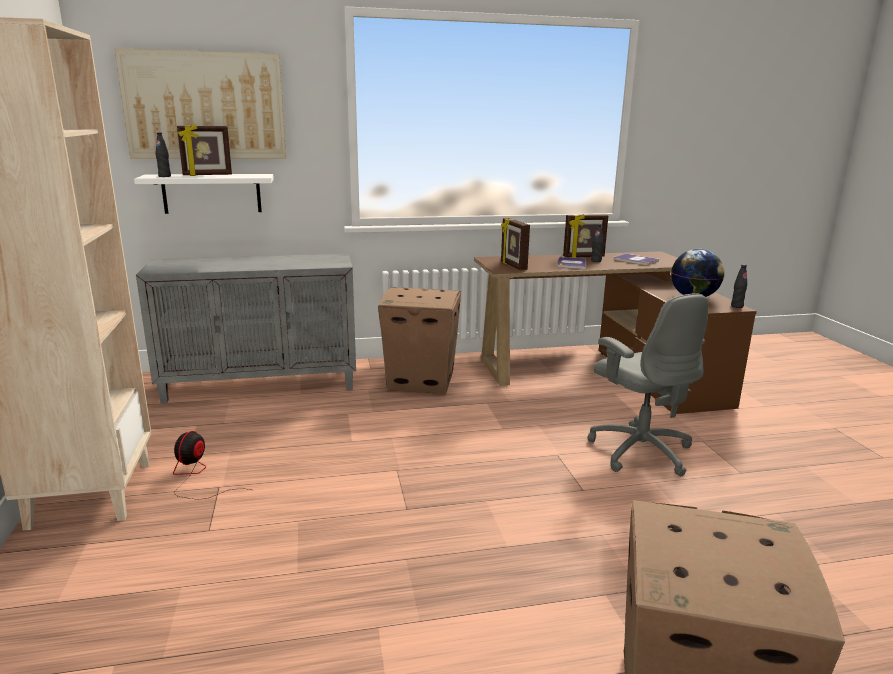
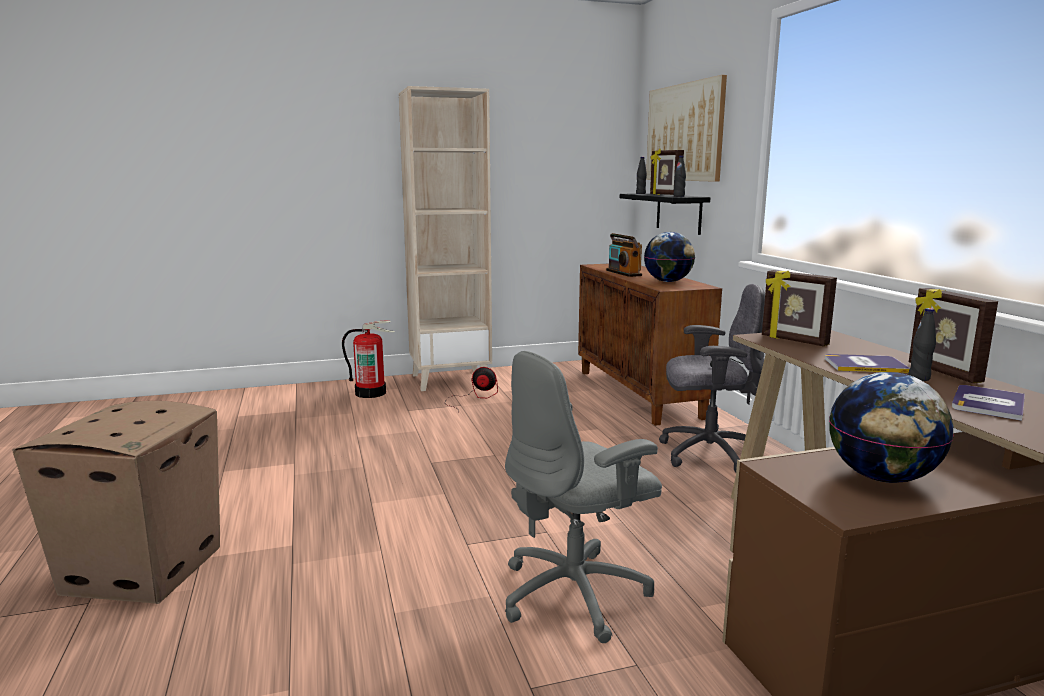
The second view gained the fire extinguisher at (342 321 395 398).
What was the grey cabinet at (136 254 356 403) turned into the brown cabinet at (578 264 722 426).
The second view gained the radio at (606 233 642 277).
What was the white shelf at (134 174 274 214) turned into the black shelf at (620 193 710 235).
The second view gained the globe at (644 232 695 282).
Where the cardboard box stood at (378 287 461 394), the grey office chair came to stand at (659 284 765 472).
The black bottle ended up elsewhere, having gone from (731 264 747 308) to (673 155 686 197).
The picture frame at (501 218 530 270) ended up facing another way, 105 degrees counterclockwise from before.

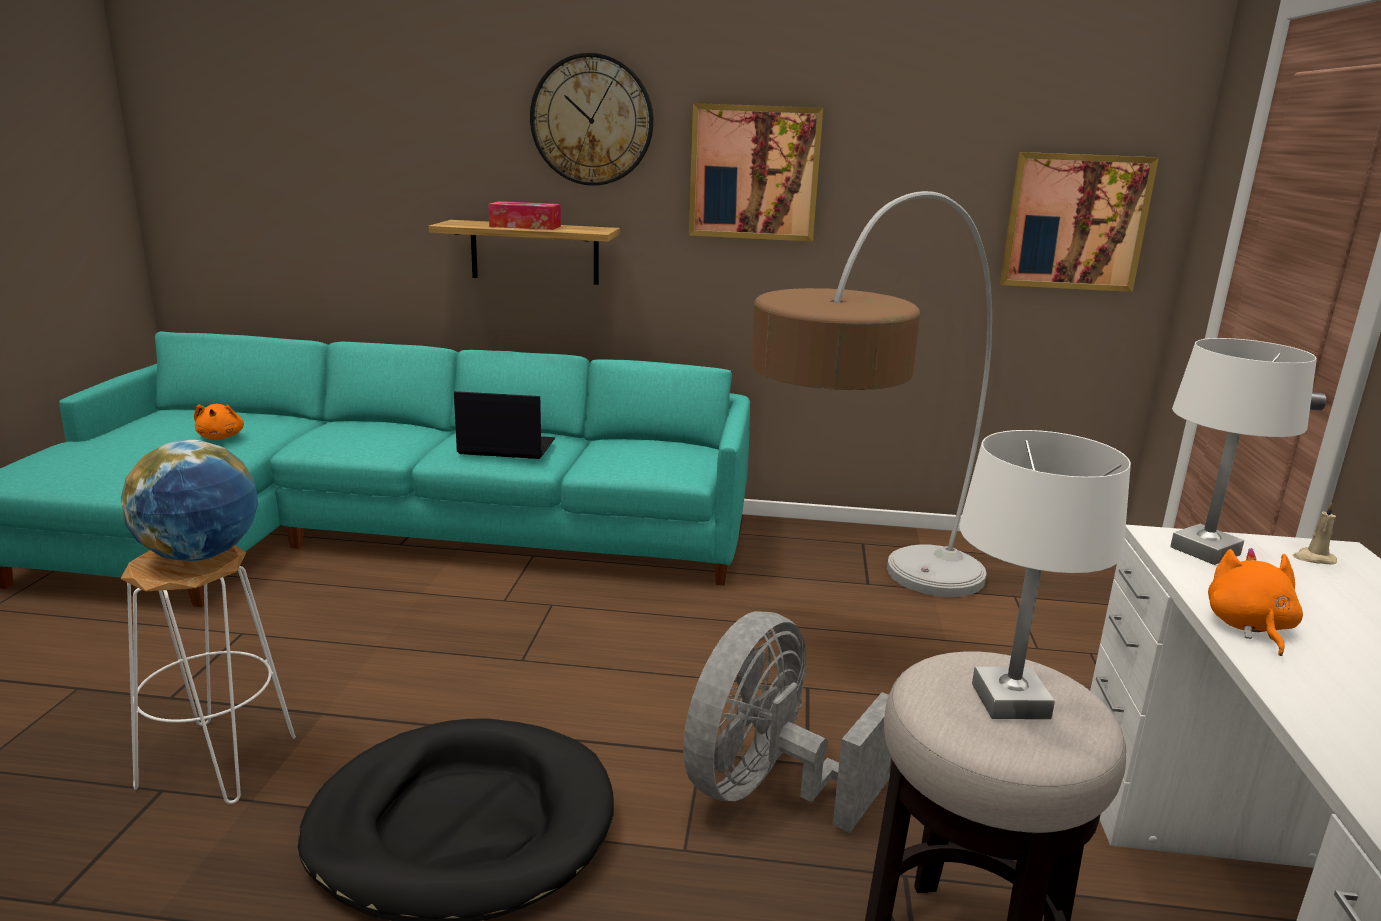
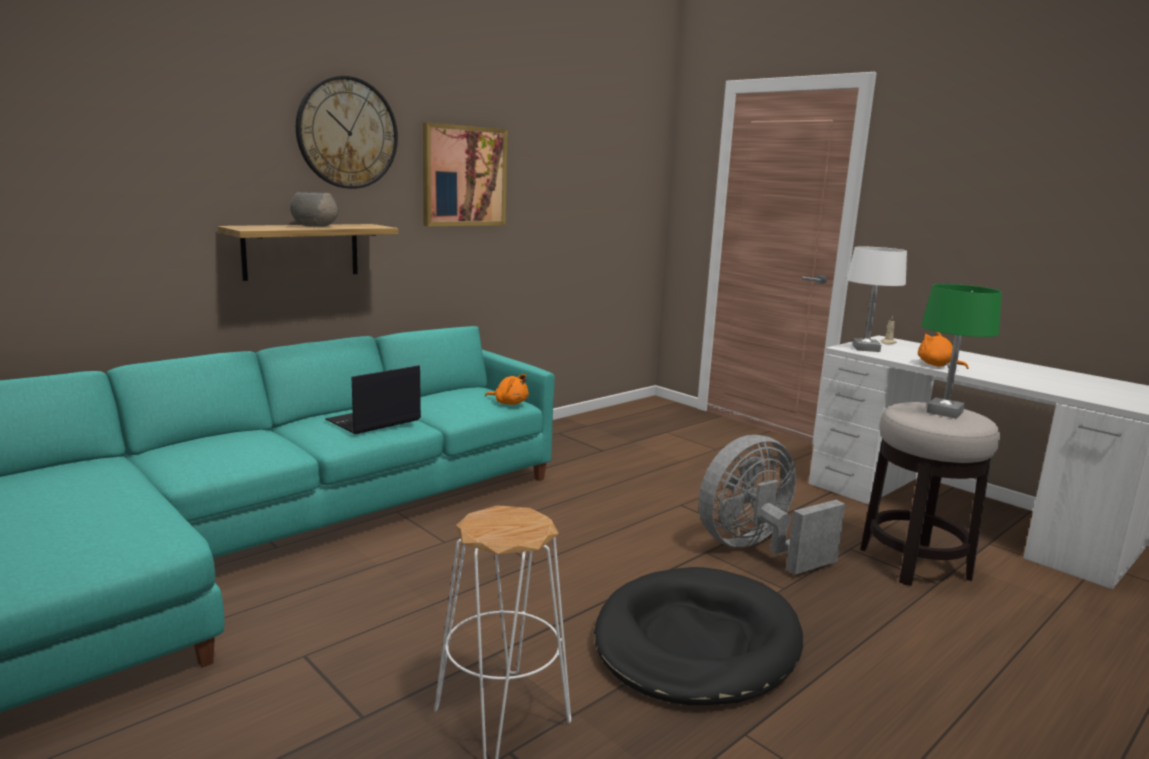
Where the tissue box stood at (488 201 561 230), the grey bowl came to stand at (290 192 338 227).
The orange plush toy ended up elsewhere, having gone from (194 404 244 439) to (485 374 529 405).
The grey fan at (683 611 891 833) ended up facing another way, 75 degrees clockwise from before.
What was the white table lamp at (960 430 1131 719) turned into the green table lamp at (921 284 1002 419).
The second view lost the globe at (121 440 258 561).
The second view lost the floor lamp at (751 191 992 597).
The second view lost the picture at (1000 152 1159 292).

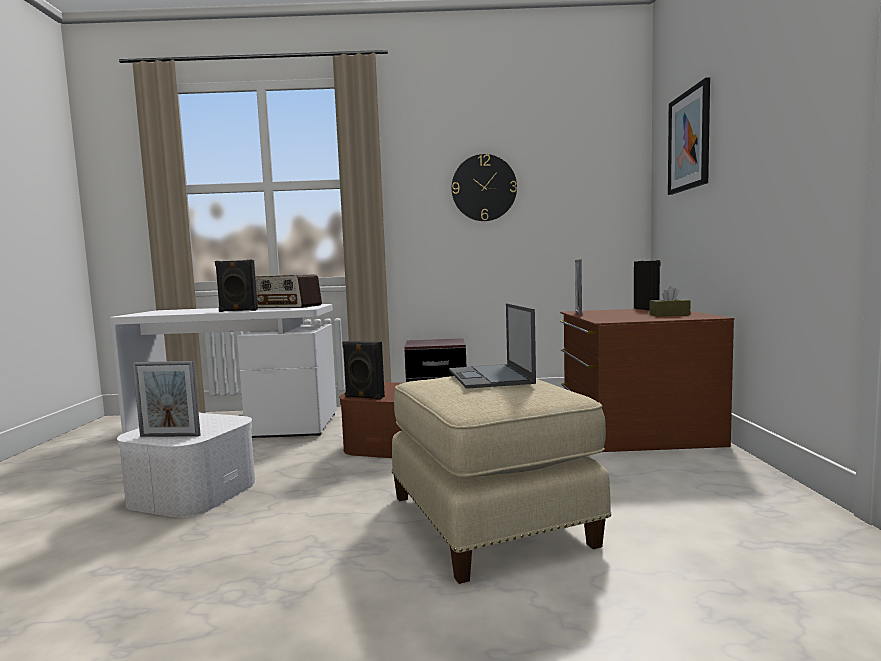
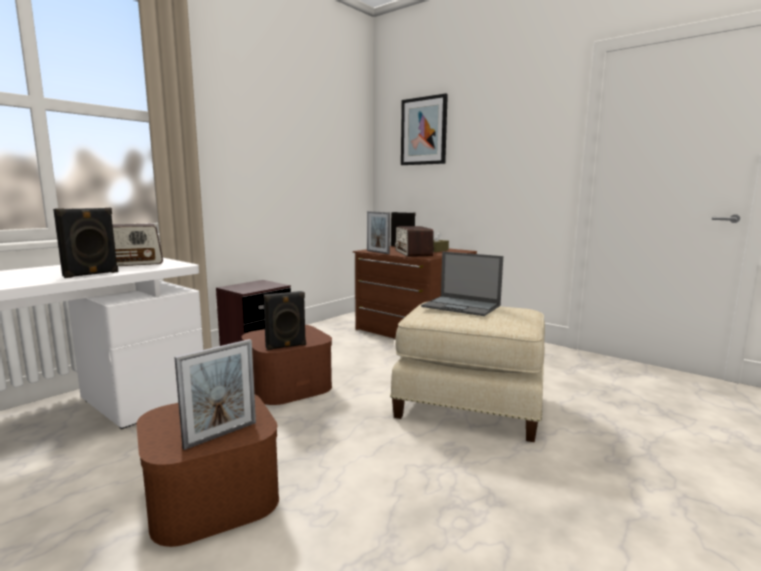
What was the white storage box at (117 413 256 518) turned into the brown storage box at (136 395 279 547).
The second view gained the radio at (395 226 434 257).
The second view lost the wall clock at (452 154 517 221).

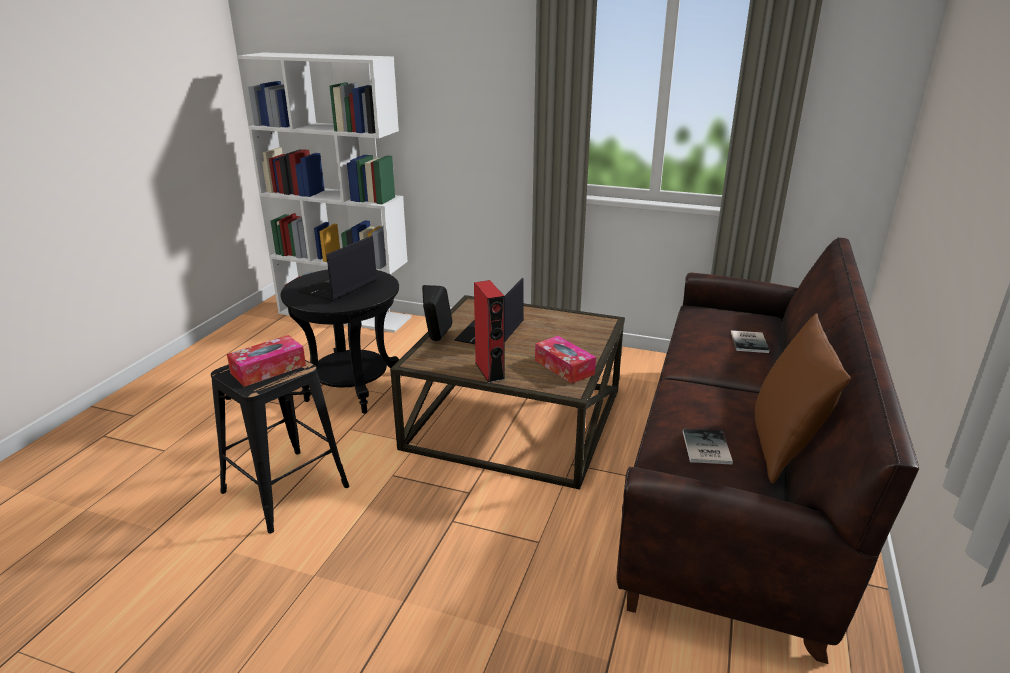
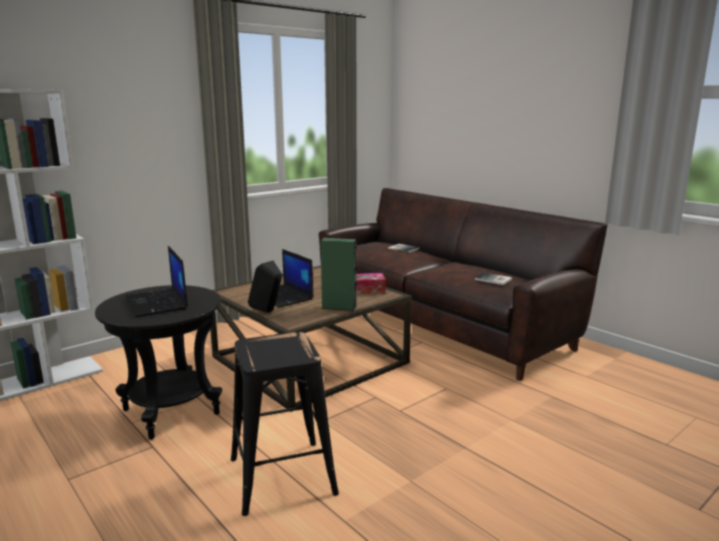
What was the red speaker at (474 280 505 383) turned into the green speaker at (321 238 357 311).
The second view lost the tissue box at (227 335 306 387).
The second view lost the brown pillow at (755 313 851 484).

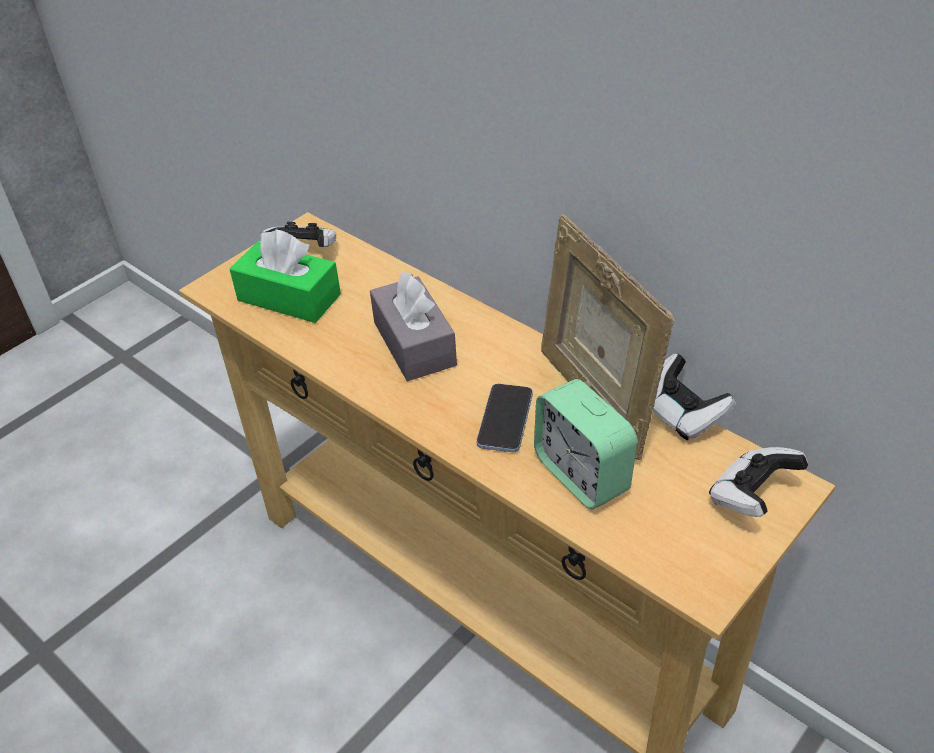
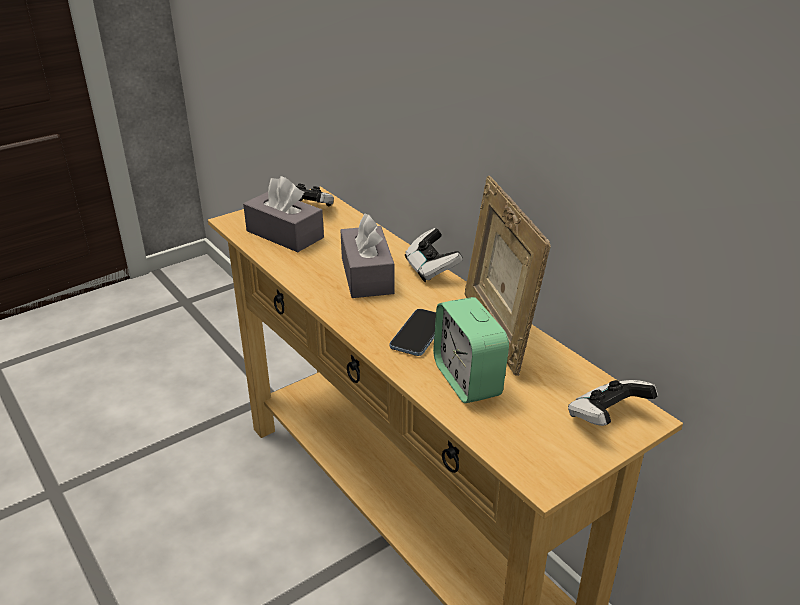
What was the green tissue box at (230 229 341 323) turned into the grey tissue box at (243 176 324 252).
The game controller ended up elsewhere, having gone from (653 354 736 440) to (405 228 463 282).

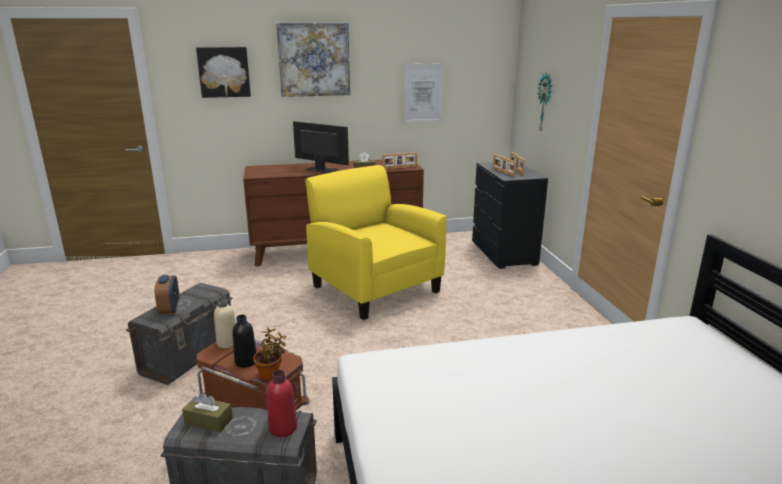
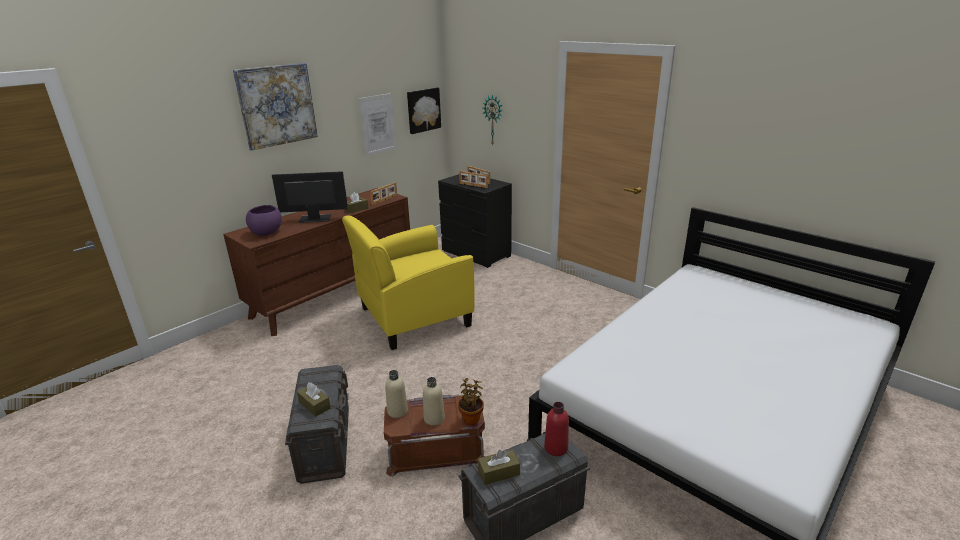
The second view gained the purple bowl at (246 205 282 236).
Where the alarm clock stood at (154 275 180 315), the brown tissue box came to stand at (297 383 331 417).
The yellow armchair at (305 165 447 320) ended up facing another way, 45 degrees counterclockwise from before.
The picture ended up elsewhere, having gone from (196 47 251 98) to (407 88 441 134).
What was the black bottle at (232 315 257 368) turned into the beige bottle at (423 377 445 426).

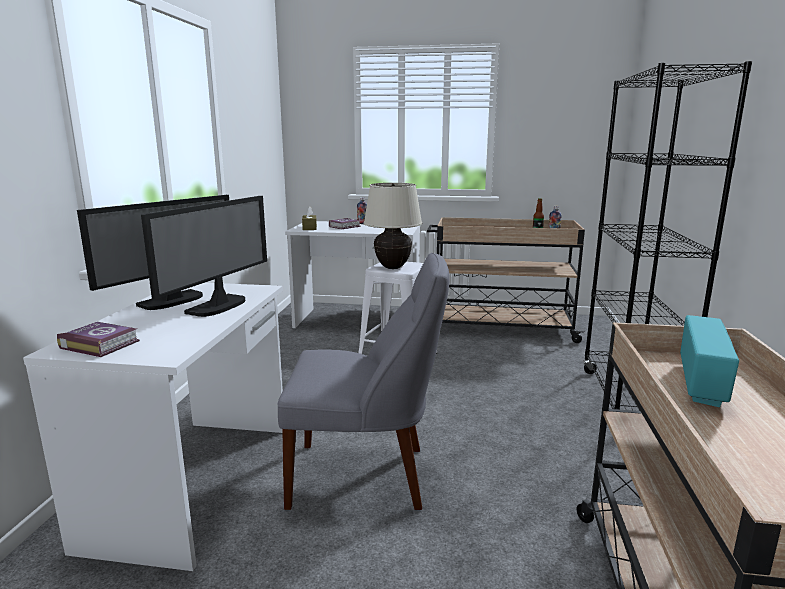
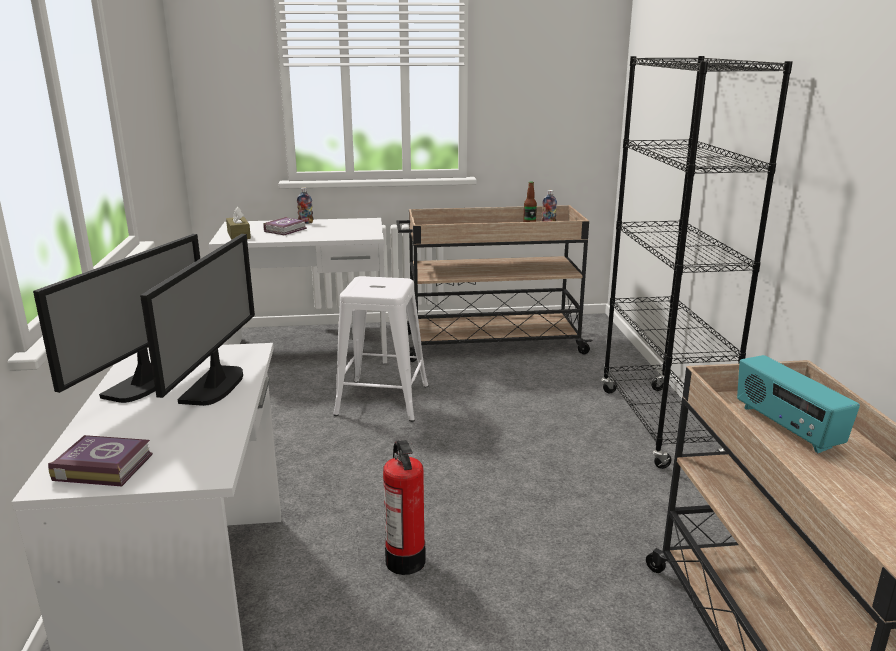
Where the grey chair stood at (278 253 449 510), the fire extinguisher came to stand at (383 440 426 575).
The radio at (680 315 739 407) ended up facing another way, 150 degrees clockwise from before.
The second view lost the beige table lamp at (363 183 422 269).

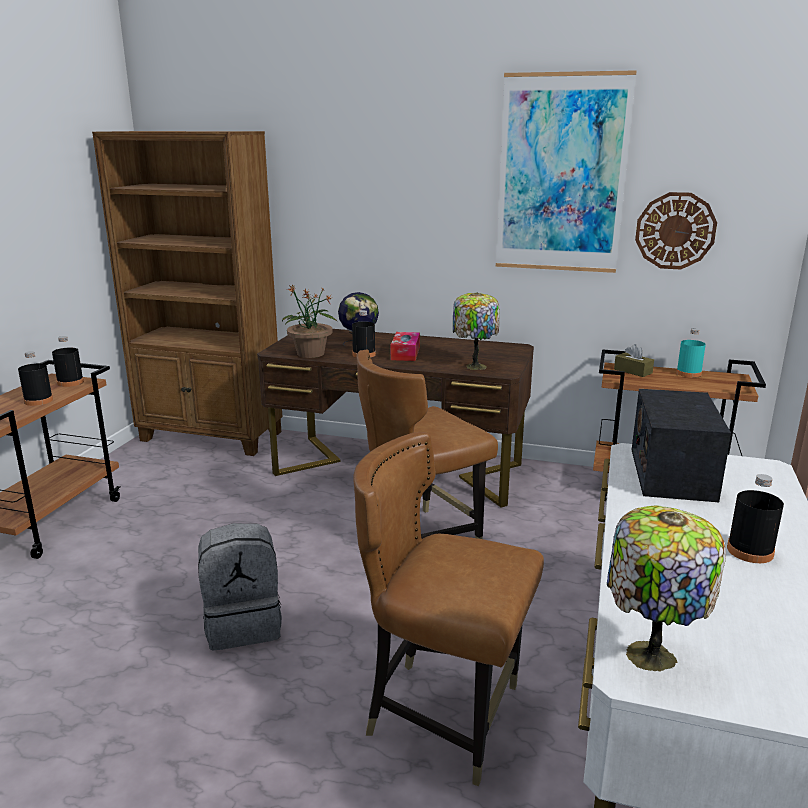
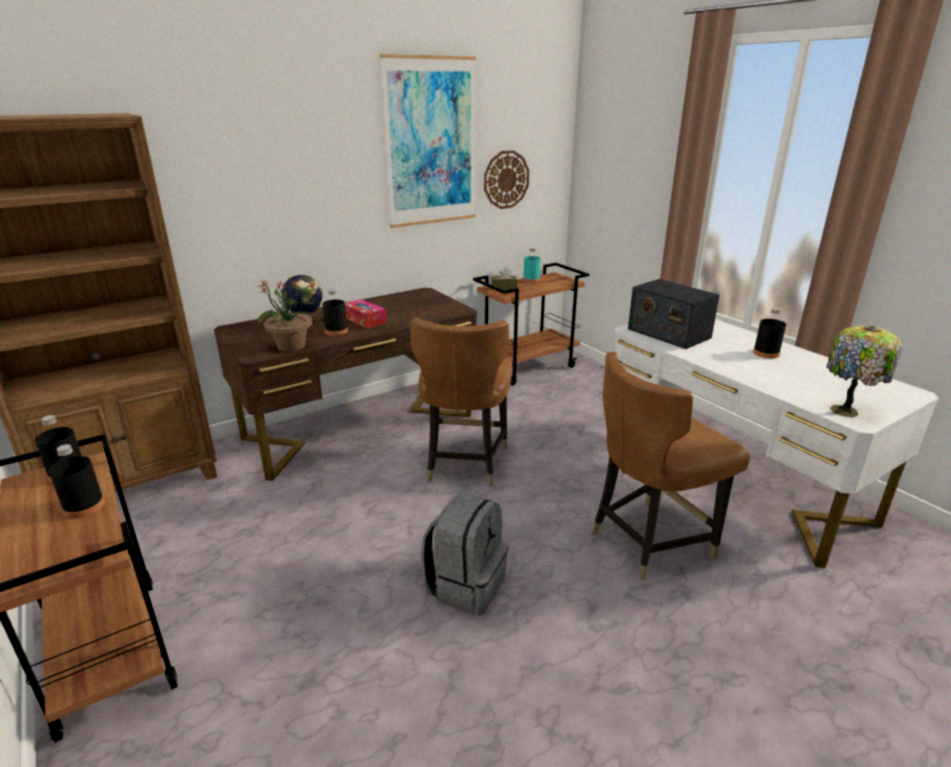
The second view lost the table lamp at (453 292 500 370).

